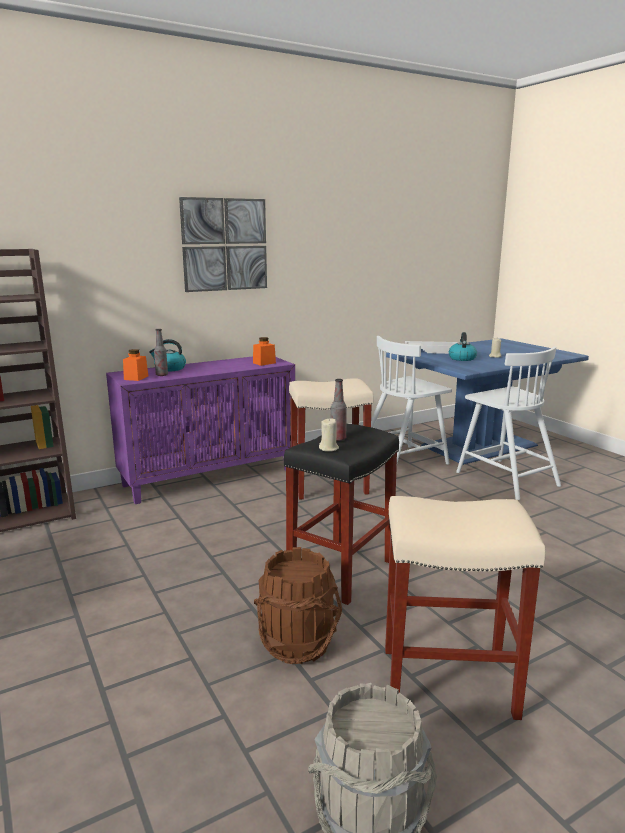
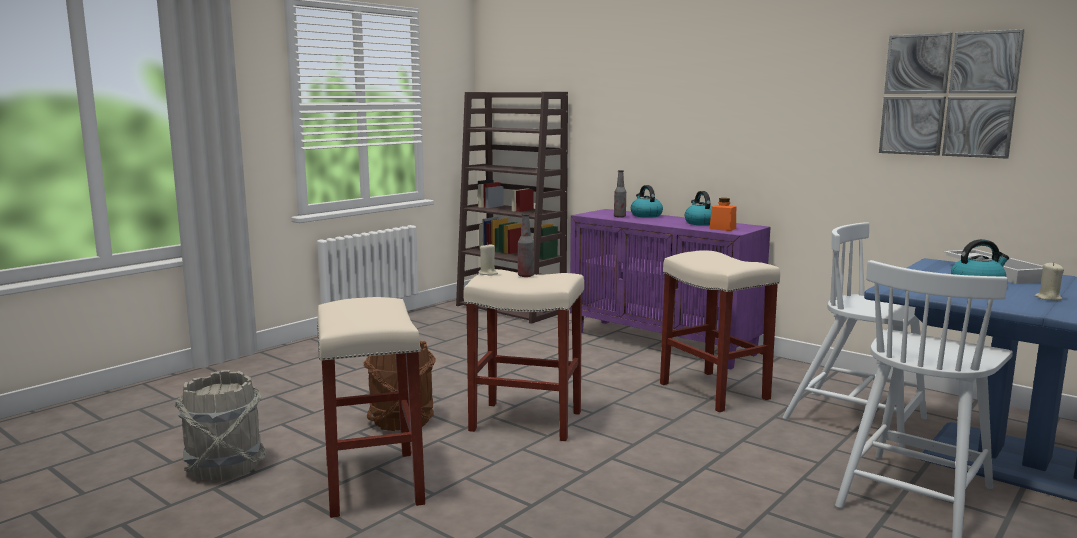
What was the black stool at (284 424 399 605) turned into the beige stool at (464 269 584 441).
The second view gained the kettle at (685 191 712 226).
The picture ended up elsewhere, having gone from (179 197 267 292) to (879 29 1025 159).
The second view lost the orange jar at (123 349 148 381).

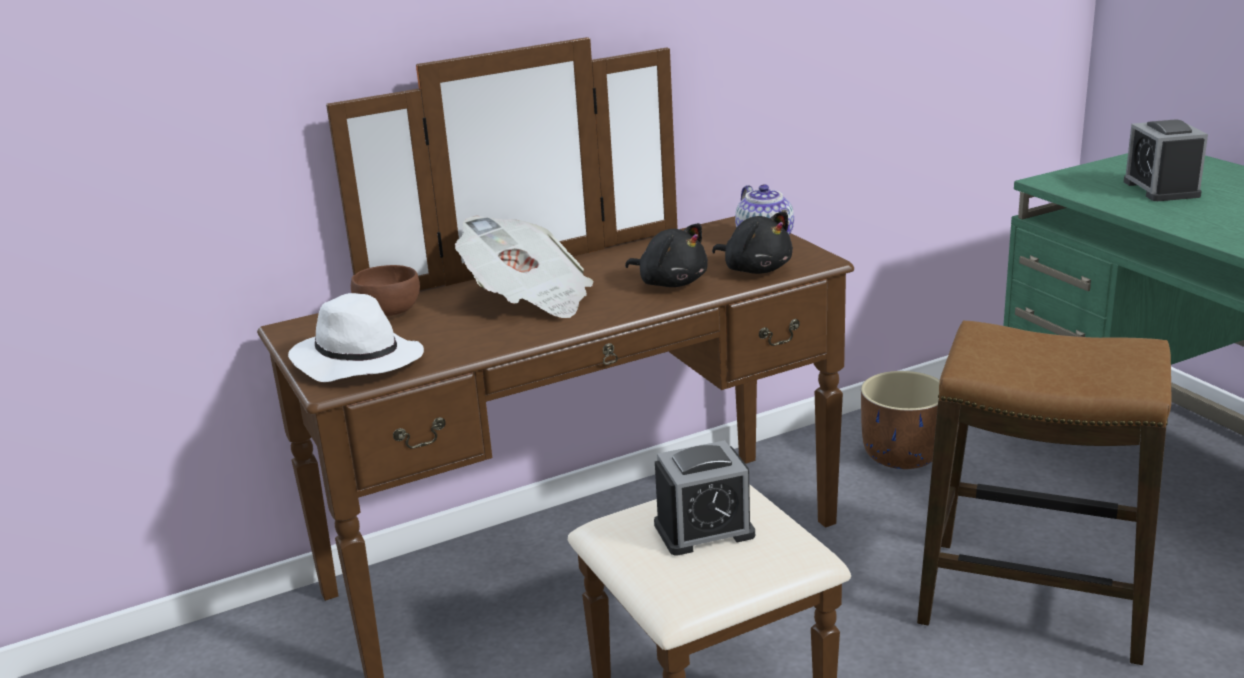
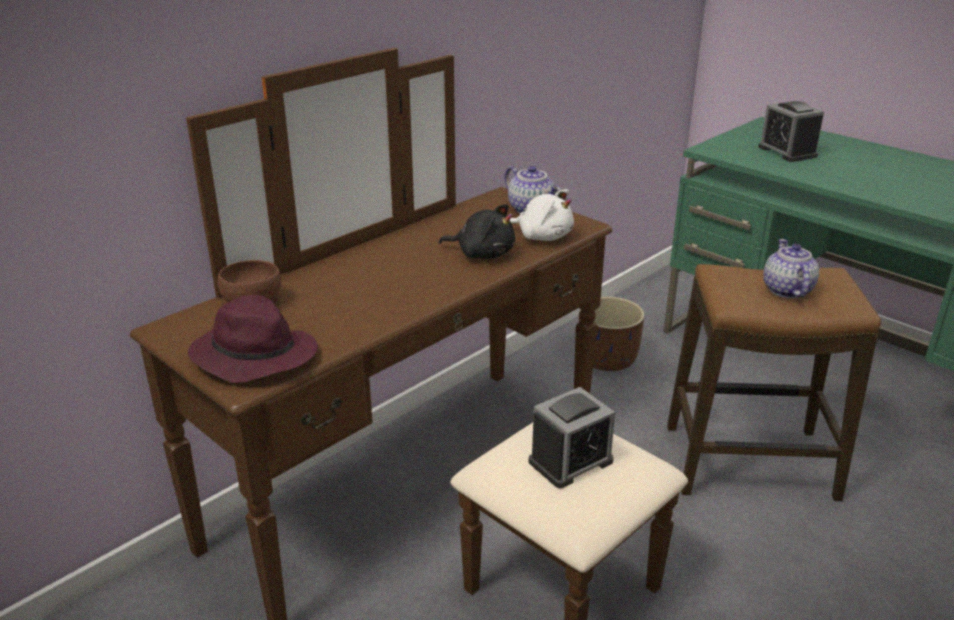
What was the white hat at (288 293 424 382) turned into the purple hat at (188 295 318 383).
What was the black plush toy at (712 212 793 274) turned into the white plush toy at (509 189 574 241).
The second view gained the teapot at (763 239 819 298).
The second view lost the newspaper at (455 216 594 318).

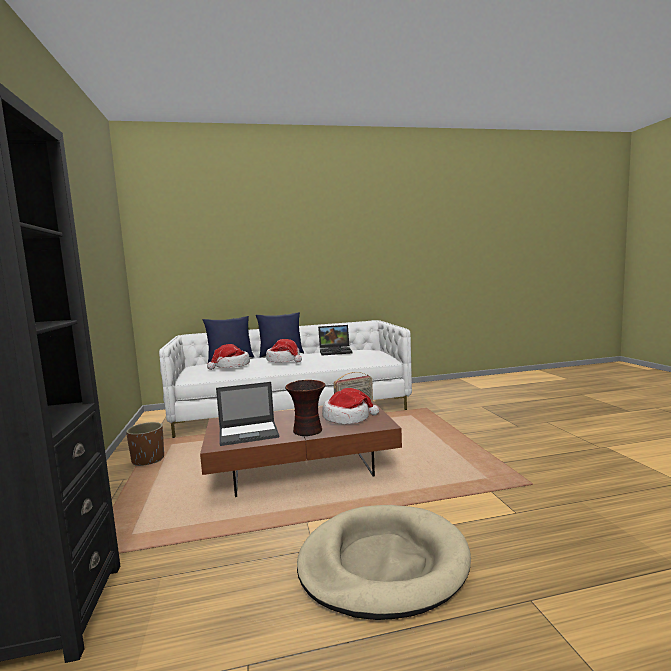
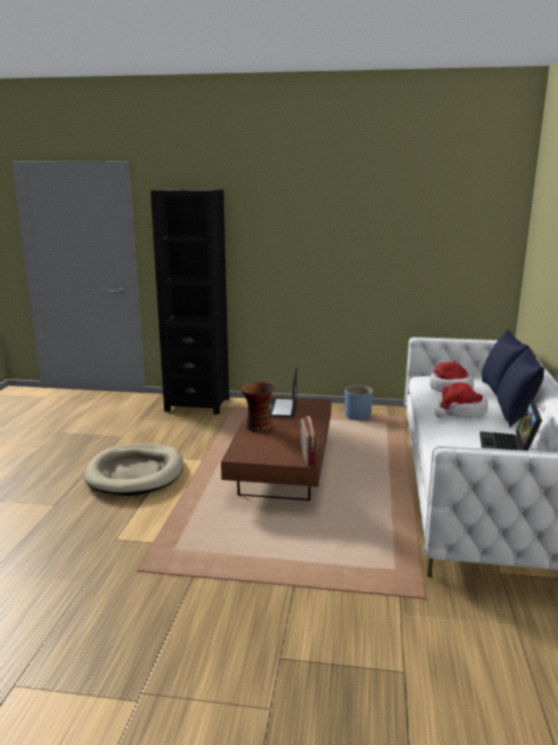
What was the brown planter at (126 422 164 466) turned into the blue planter at (345 385 373 420).
The second view lost the hat at (322 388 379 424).

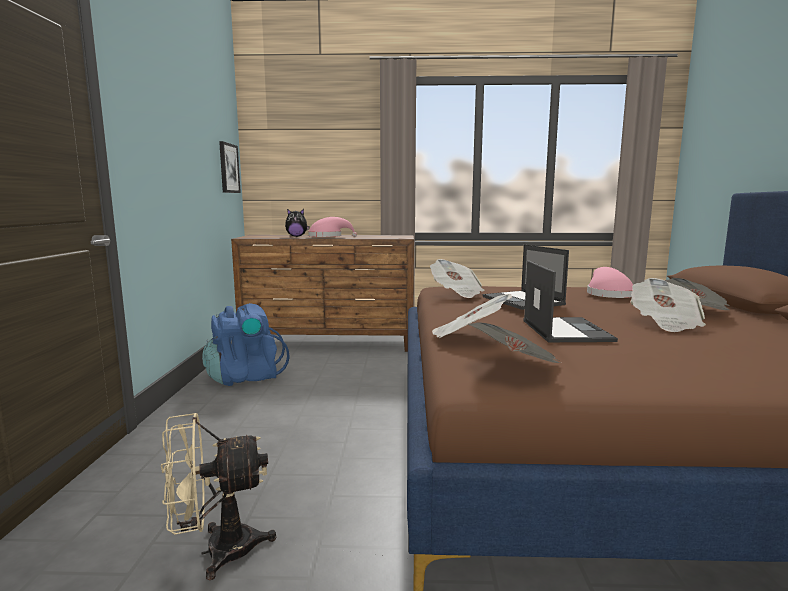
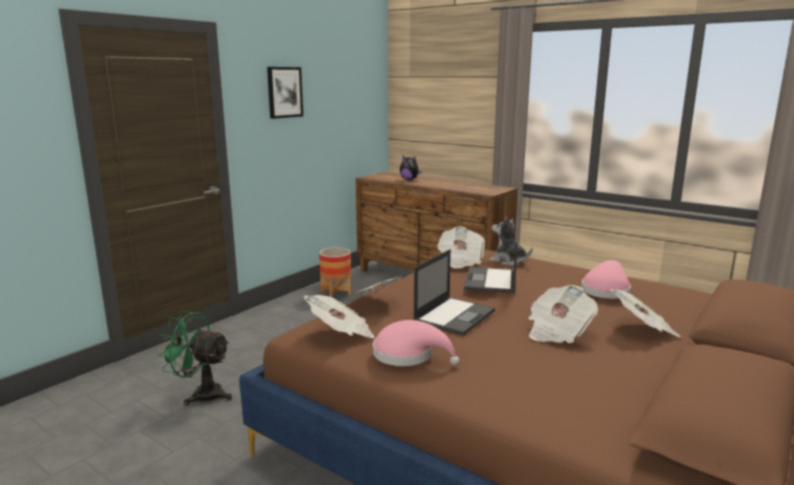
What was the beige fan at (161 413 276 580) turned into the green fan at (157 311 232 406).
The picture ended up elsewhere, having gone from (219 141 241 193) to (267 67 303 119).
Where the blue backpack stood at (202 303 290 386), the planter came to stand at (319 247 352 297).
The pink hat ended up elsewhere, having gone from (308 217 357 237) to (373 320 460 366).
The second view gained the plush toy at (489 216 533 266).

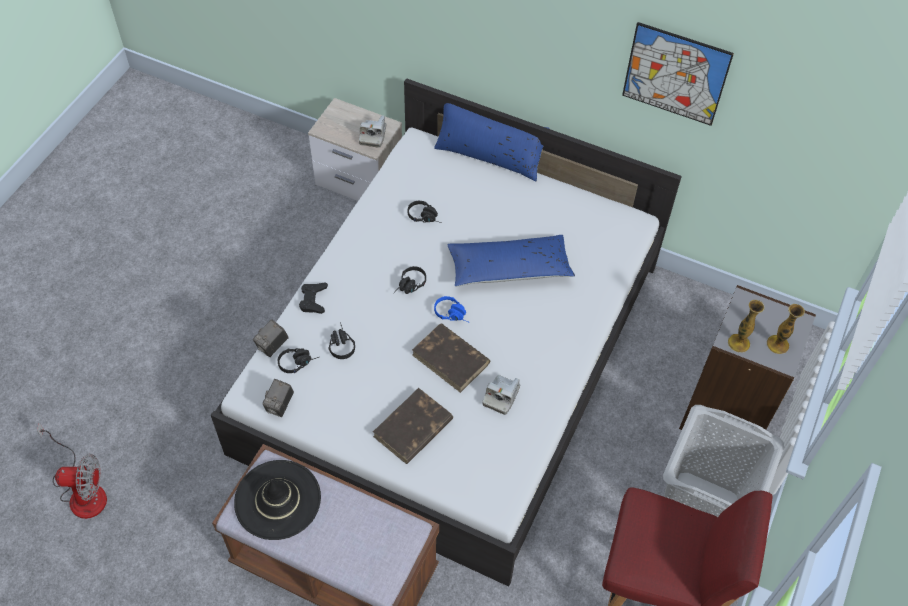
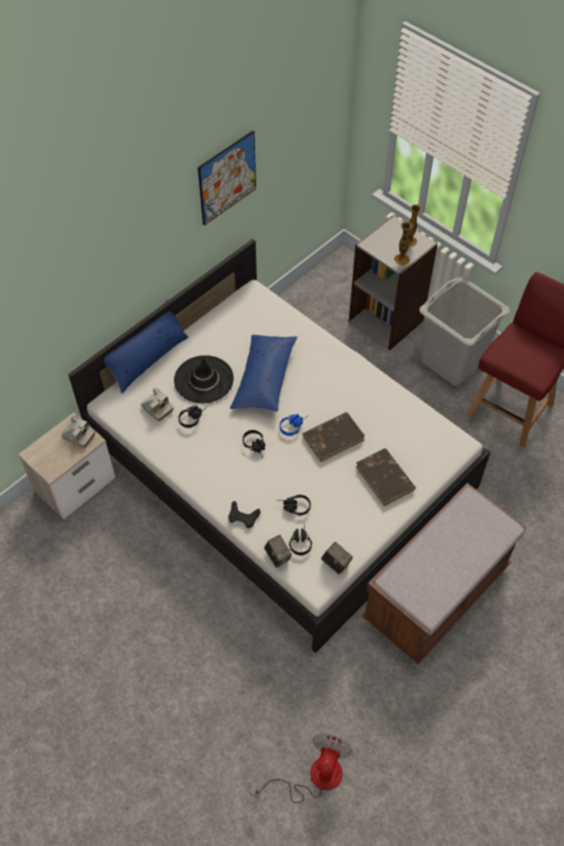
The photo camera ended up elsewhere, having gone from (482 375 520 415) to (141 388 173 421).
The black hat ended up elsewhere, having gone from (234 460 321 540) to (174 355 234 403).

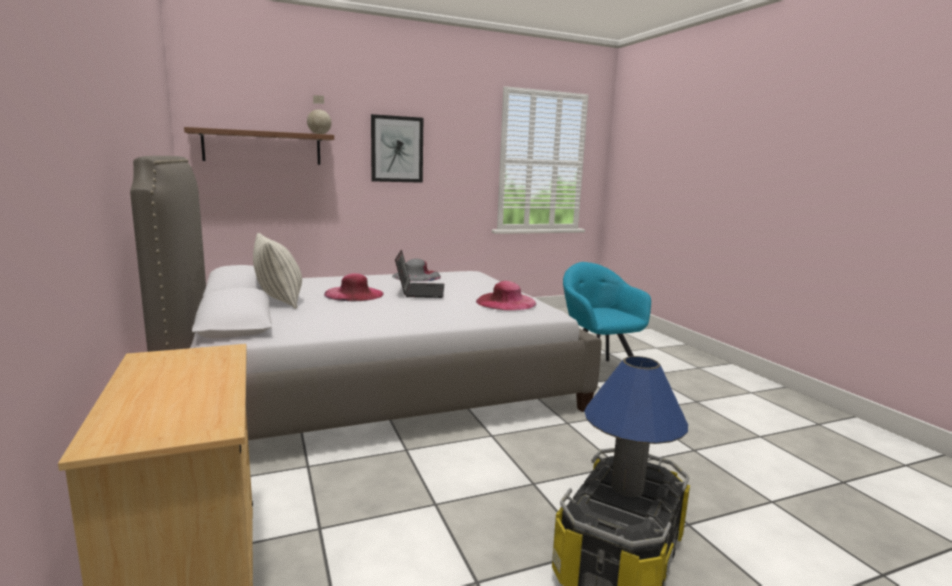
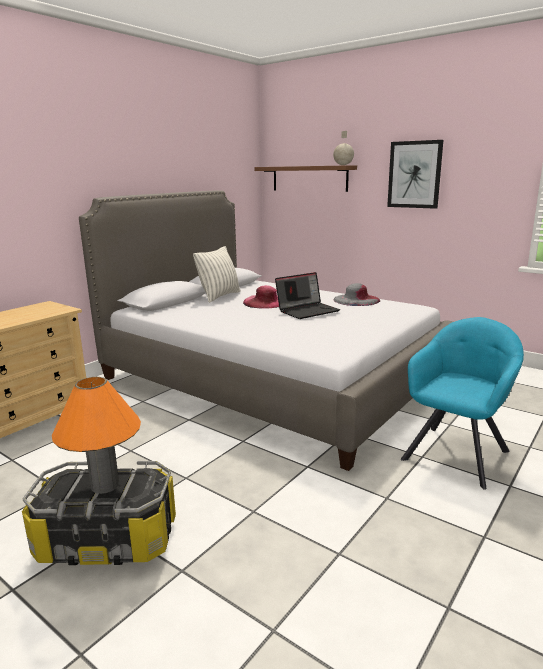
What was the blue table lamp at (584 356 688 497) turned into the orange table lamp at (52 377 141 494).
The second view lost the pink hat at (476 281 536 310).

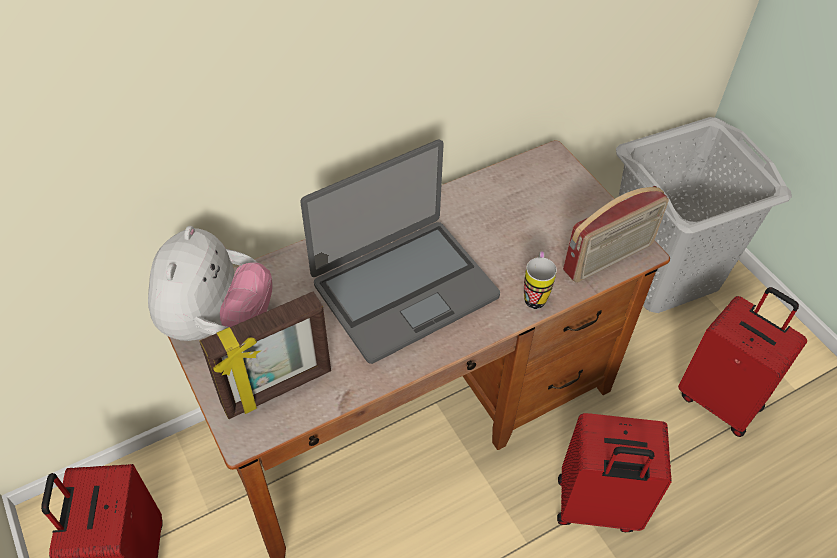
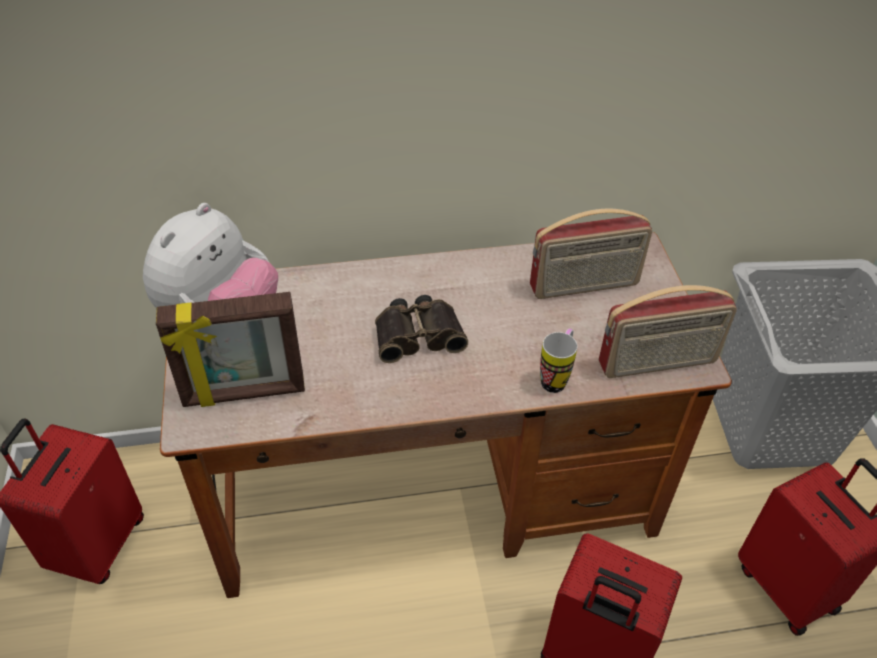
Where the laptop stood at (300 139 500 364), the binoculars came to stand at (375 295 468 363).
The second view gained the radio at (530 209 652 299).

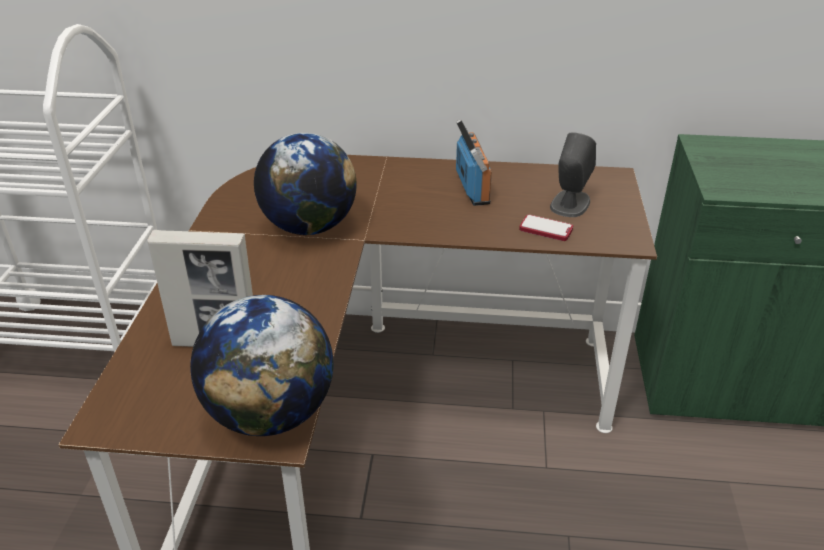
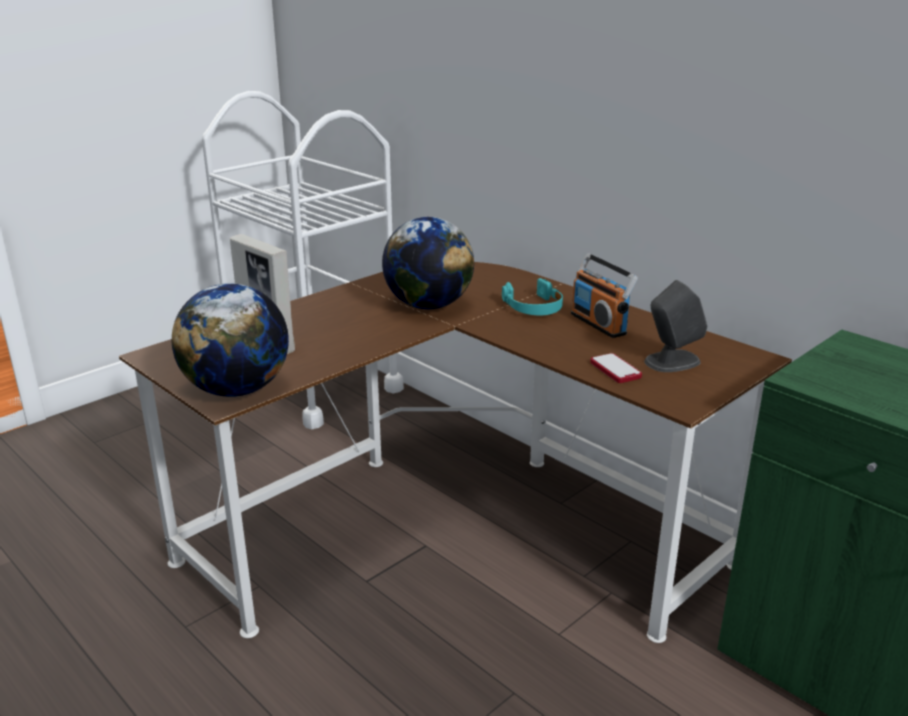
The second view gained the turquoise headphones at (502 278 563 316).
The radio at (456 119 492 206) ended up facing another way, 120 degrees clockwise from before.

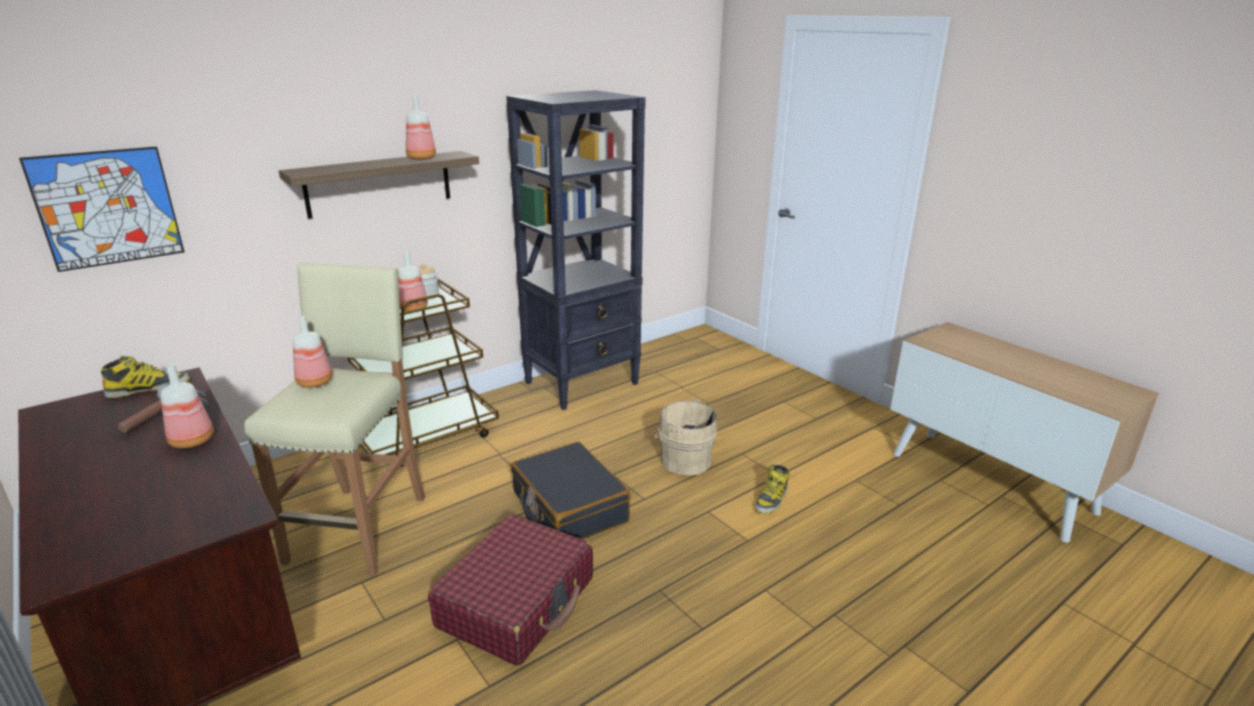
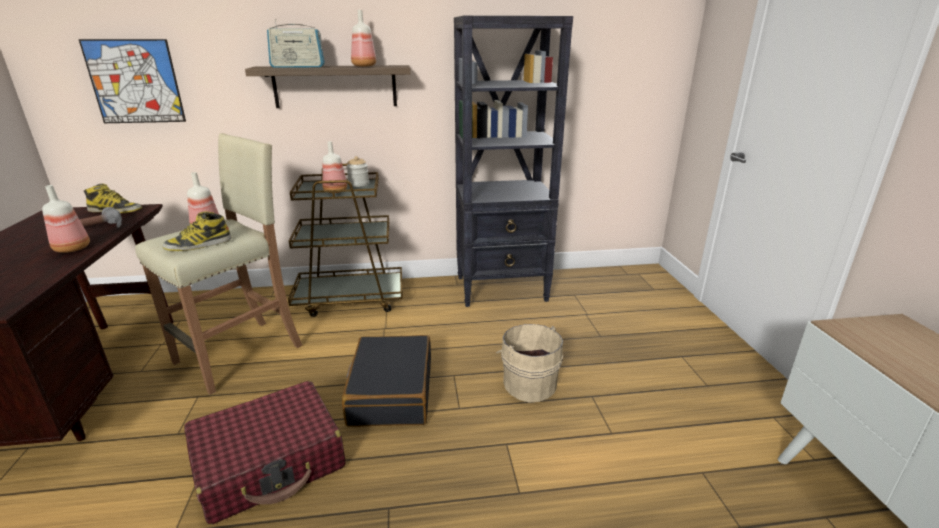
The boot ended up elsewhere, having gone from (755 464 789 514) to (163 211 232 251).
The second view gained the radio at (267 19 325 68).

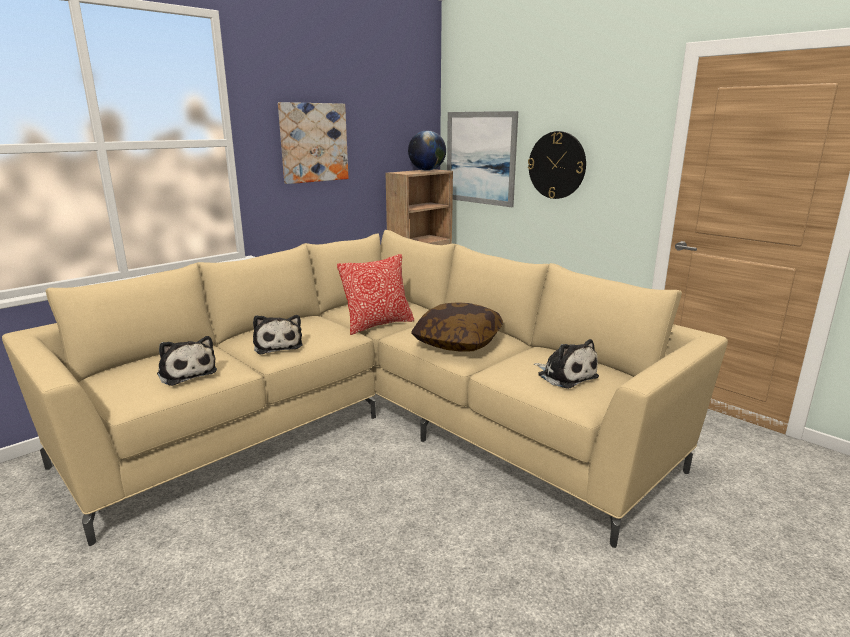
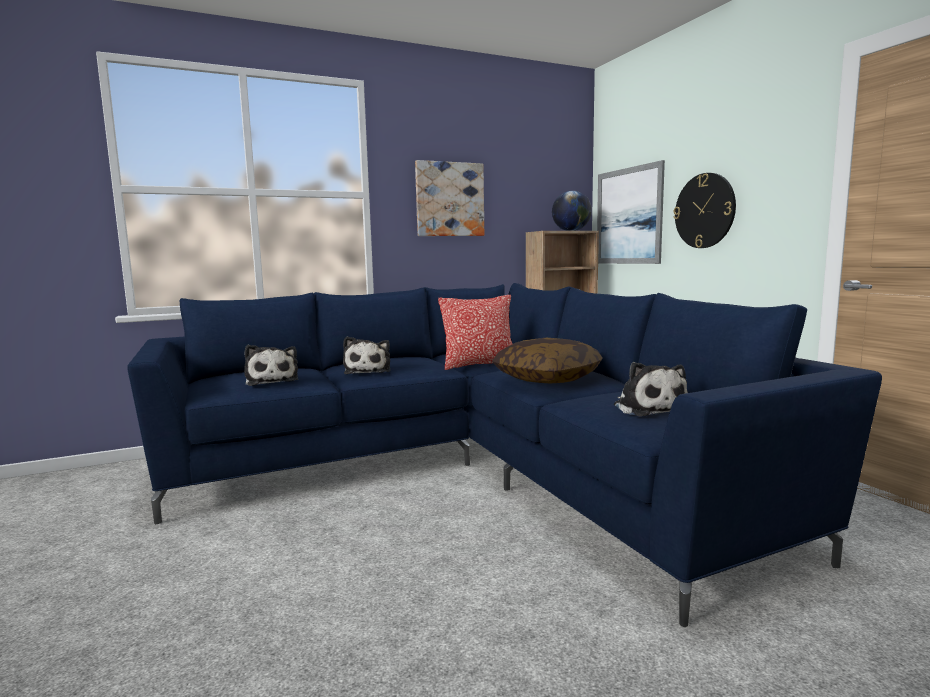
What was the beige sofa at (2 230 728 548) turned into the blue sofa at (127 283 882 627).

